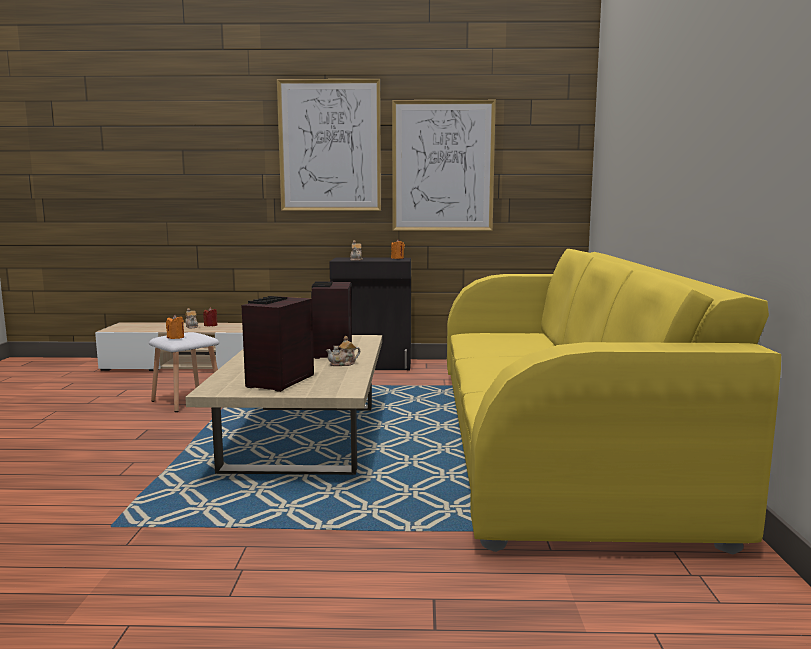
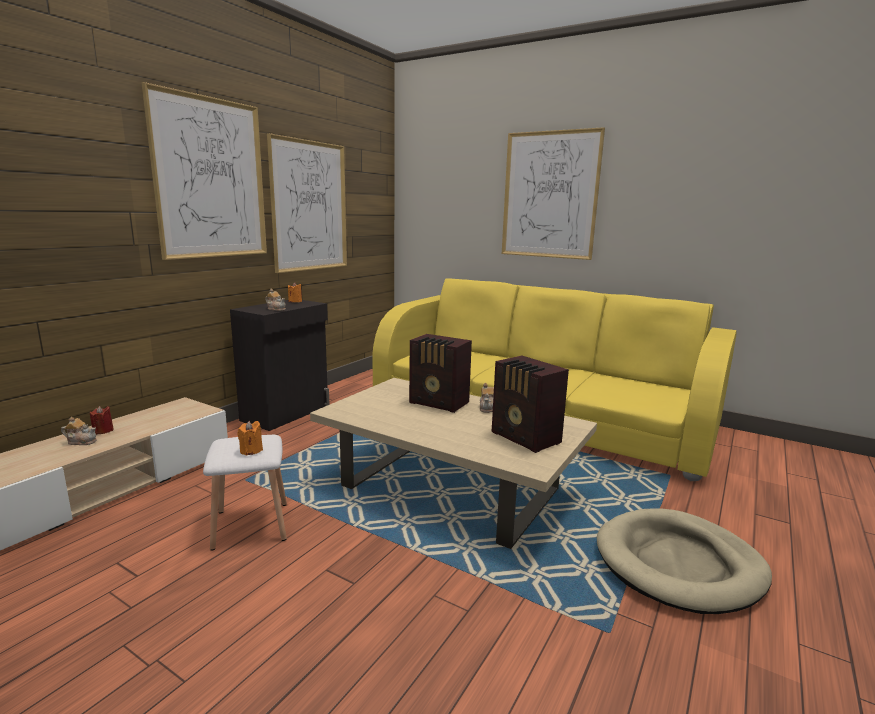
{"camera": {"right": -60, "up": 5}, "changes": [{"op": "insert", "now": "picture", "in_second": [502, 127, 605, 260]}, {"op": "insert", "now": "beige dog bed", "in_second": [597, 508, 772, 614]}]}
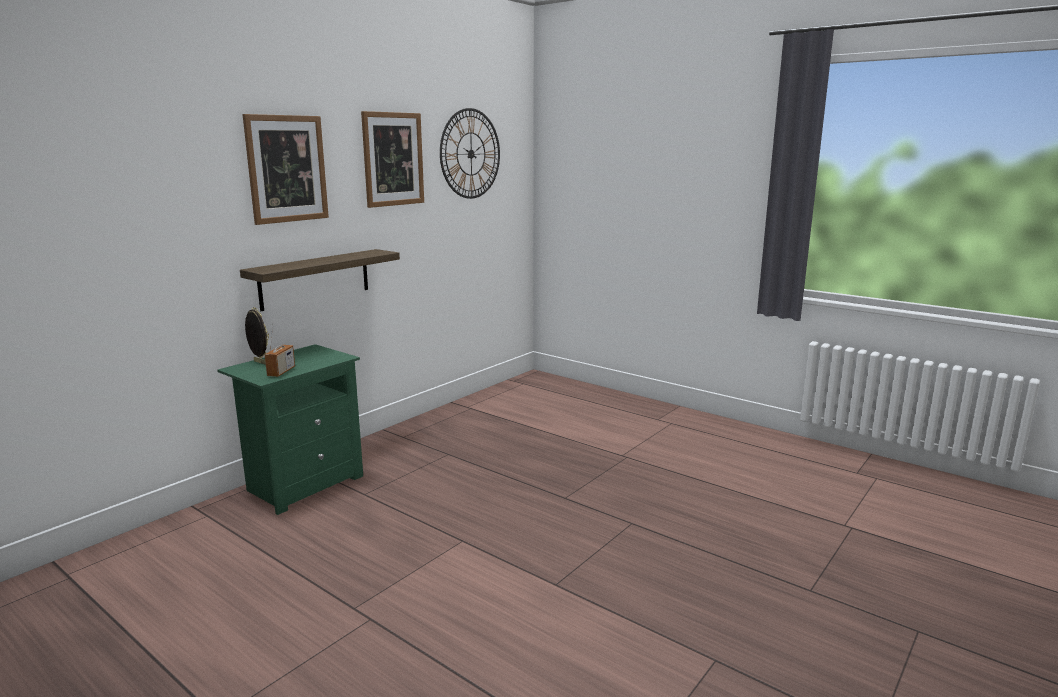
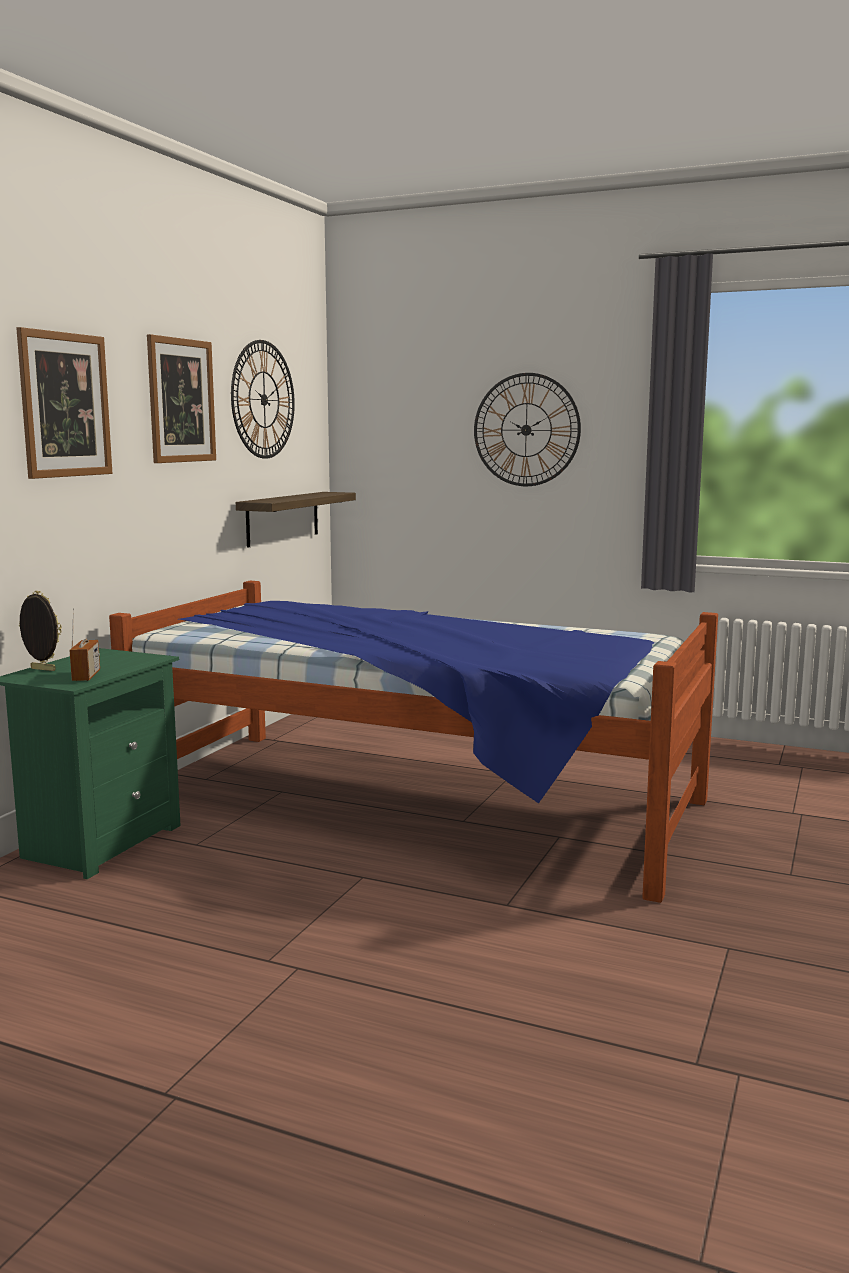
{"camera": {"right": -15, "up": -5}, "changes": [{"op": "insert", "now": "bed", "in_second": [109, 581, 718, 903]}, {"op": "insert", "now": "wall clock", "in_second": [474, 373, 581, 486]}, {"op": "move", "was": "shelf", "in_first": [240, 249, 400, 311], "in_second": [236, 492, 356, 548]}]}
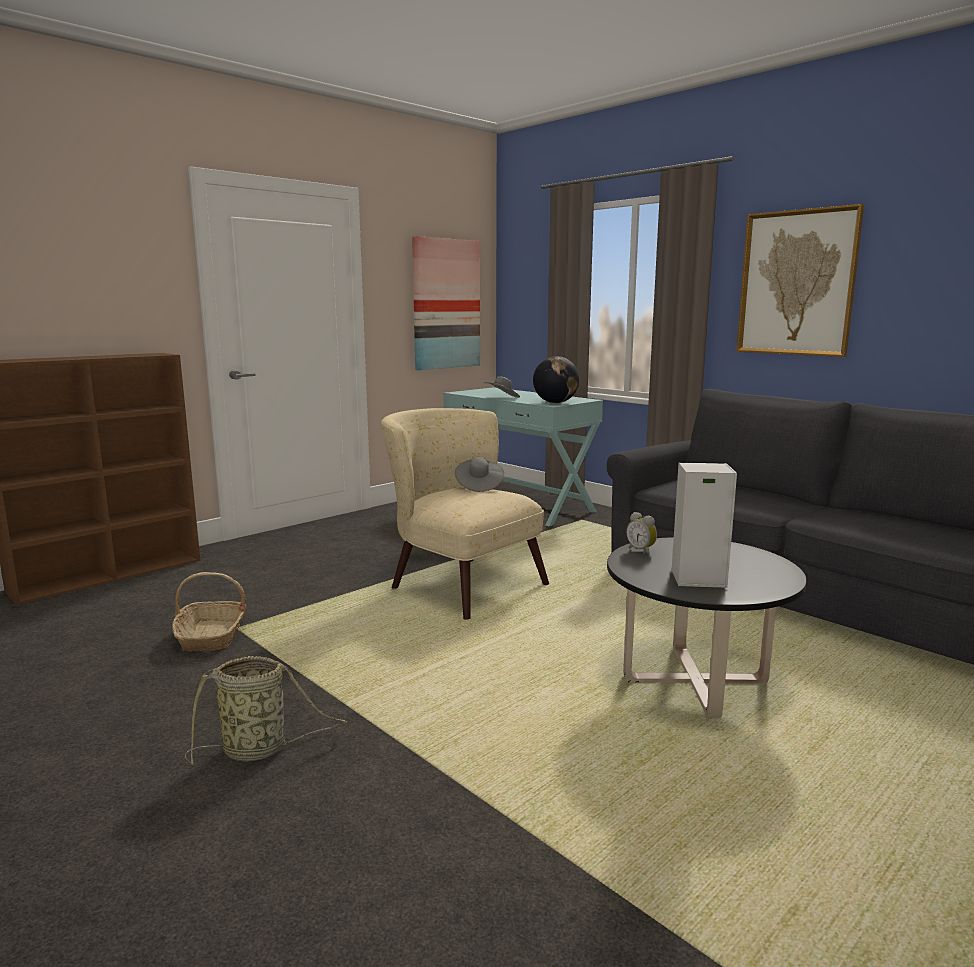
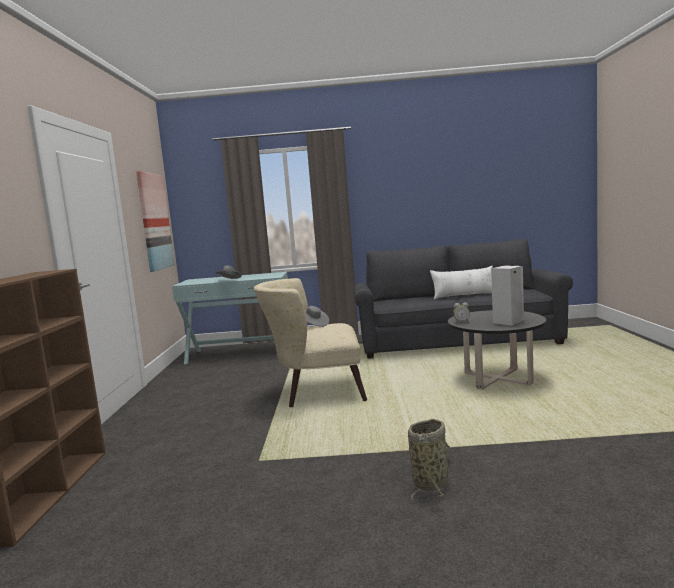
{"camera": {"right": -45, "up": -5}, "changes": [{"op": "delete", "was": "basket", "in_first": [172, 572, 246, 651]}, {"op": "delete", "was": "globe", "in_first": [533, 356, 579, 403]}, {"op": "delete", "was": "picture", "in_first": [736, 204, 864, 357]}, {"op": "insert", "now": "white pillow", "in_second": [430, 266, 493, 299]}]}
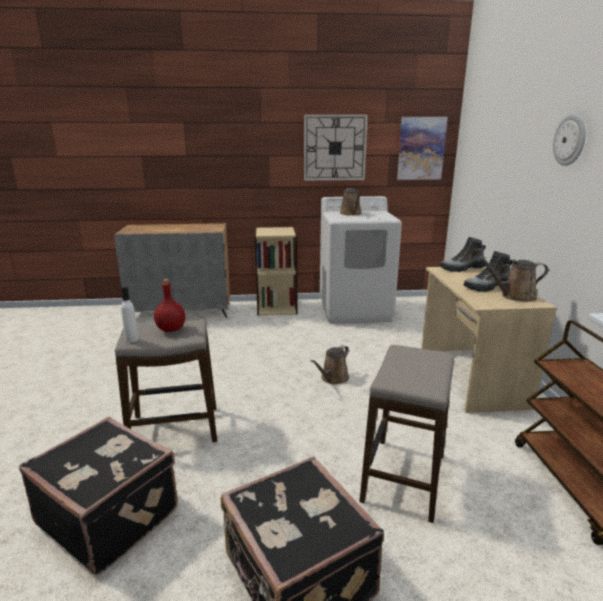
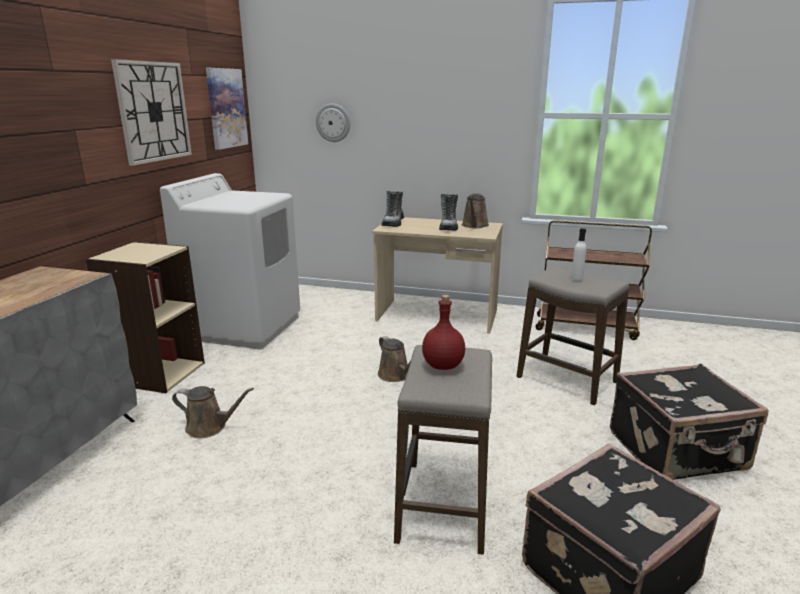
{"camera": {"right": -70, "up": 0}, "changes": [{"op": "move", "was": "white bottle", "in_first": [121, 286, 139, 343], "in_second": [571, 228, 586, 281]}, {"op": "move", "was": "brown watering can", "in_first": [340, 188, 363, 215], "in_second": [172, 386, 254, 438]}, {"op": "move", "was": "wall clock", "in_first": [553, 114, 586, 166], "in_second": [316, 104, 350, 142]}]}
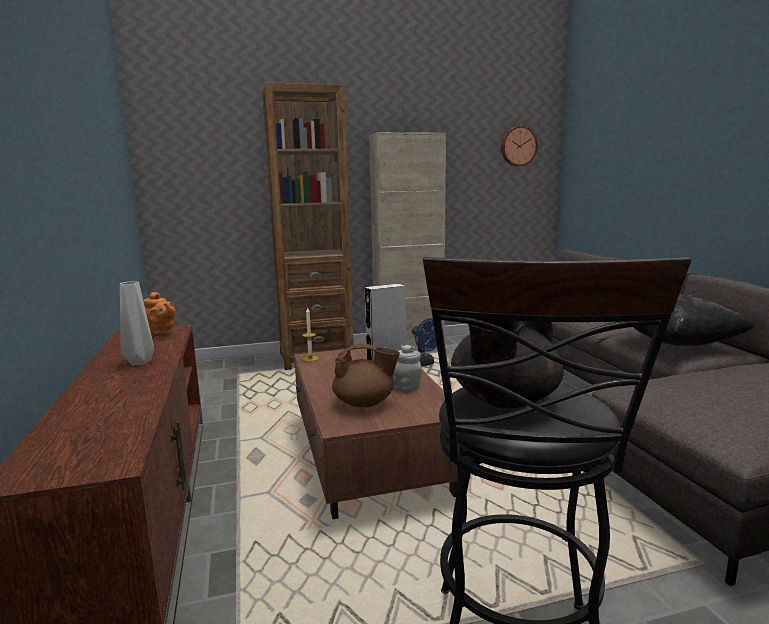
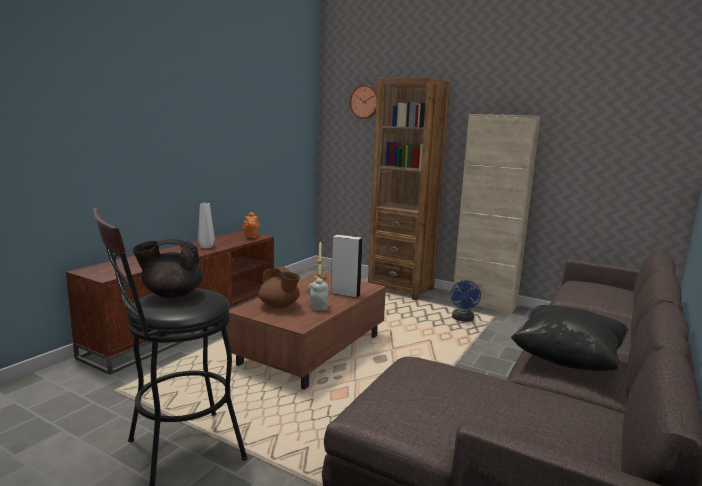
{"camera": {"right": 45, "up": 0}, "changes": [{"op": "move", "was": "wall clock", "in_first": [501, 126, 538, 166], "in_second": [350, 85, 377, 119]}]}
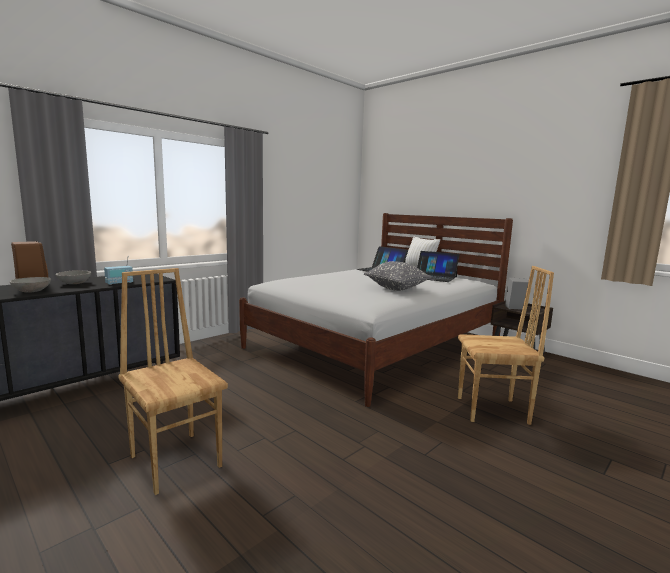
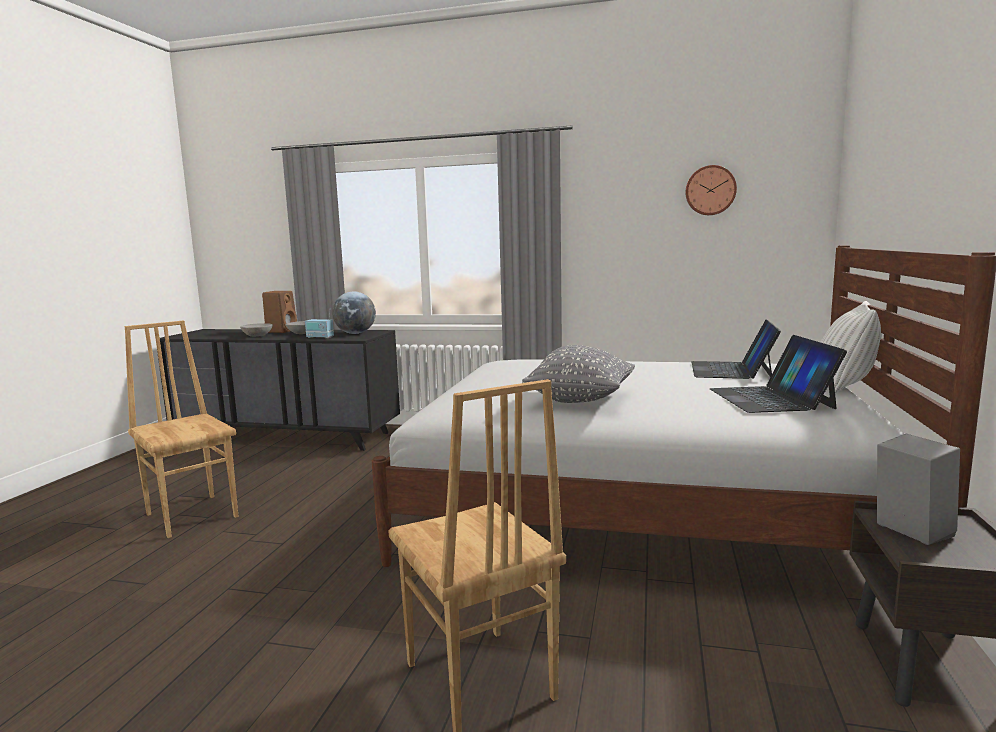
{"camera": {"right": 60, "up": 0}, "changes": [{"op": "insert", "now": "globe", "in_second": [332, 291, 376, 334]}, {"op": "insert", "now": "wall clock", "in_second": [685, 165, 737, 215]}, {"op": "rotate", "was": "brown chair", "in_first": [118, 268, 228, 495], "in_second": [125, 320, 239, 538], "clockwise": -60}]}
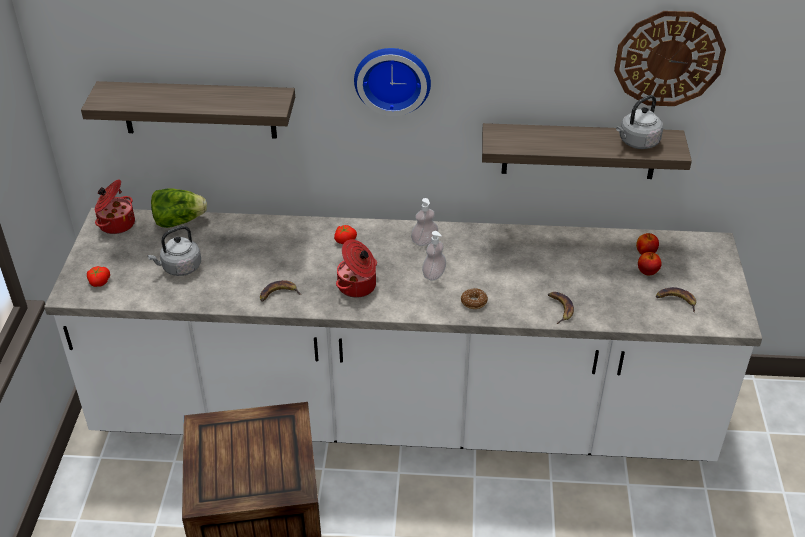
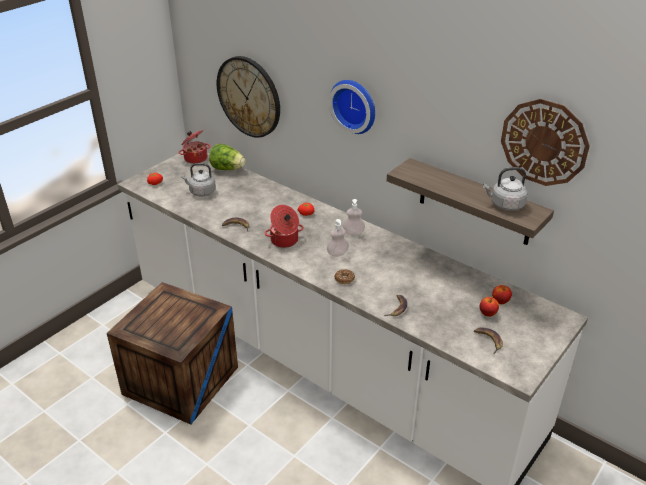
{"camera": {"right": 35, "up": -5}, "changes": [{"op": "replace", "was": "shelf", "now": "wall clock", "in_first": [81, 81, 295, 139], "in_second": [217, 56, 280, 138]}]}
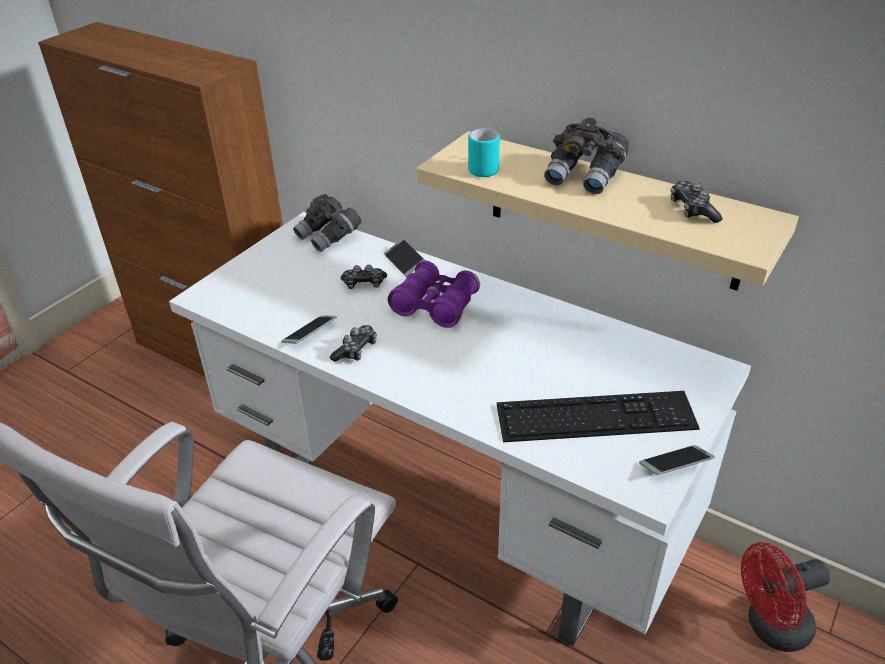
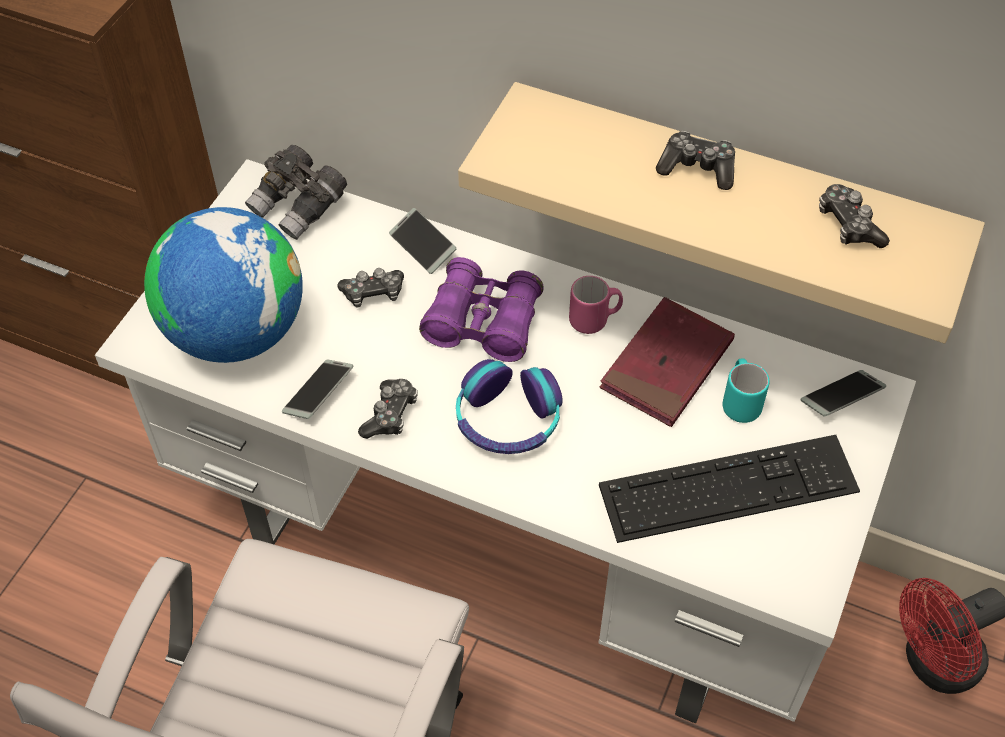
{"camera": {"right": -10, "up": 15}, "changes": [{"op": "insert", "now": "globe", "in_second": [144, 207, 303, 363]}, {"op": "insert", "now": "headphones", "in_second": [456, 359, 563, 454]}, {"op": "insert", "now": "pink mug", "in_second": [569, 276, 623, 334]}, {"op": "insert", "now": "red book", "in_second": [600, 297, 735, 427]}, {"op": "move", "was": "turquoise mug", "in_first": [468, 128, 500, 177], "in_second": [723, 358, 769, 423]}, {"op": "move", "was": "phone", "in_first": [639, 445, 715, 475], "in_second": [801, 370, 886, 416]}, {"op": "replace", "was": "grey binoculars", "now": "game controller", "in_first": [544, 118, 629, 194], "in_second": [656, 131, 735, 190]}]}
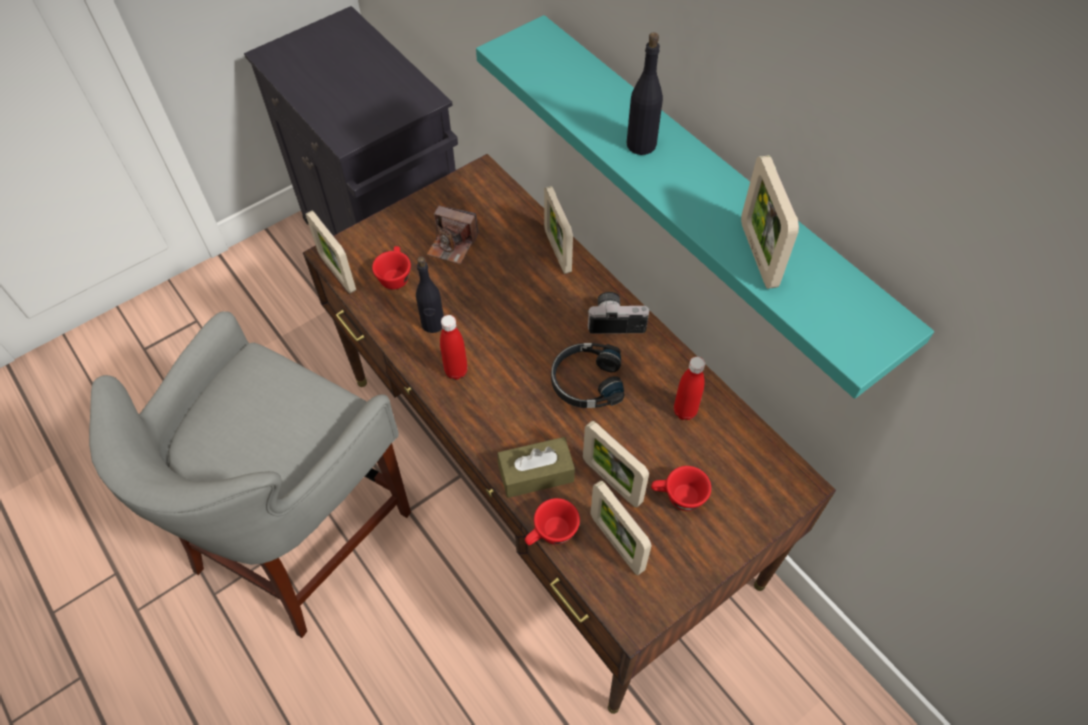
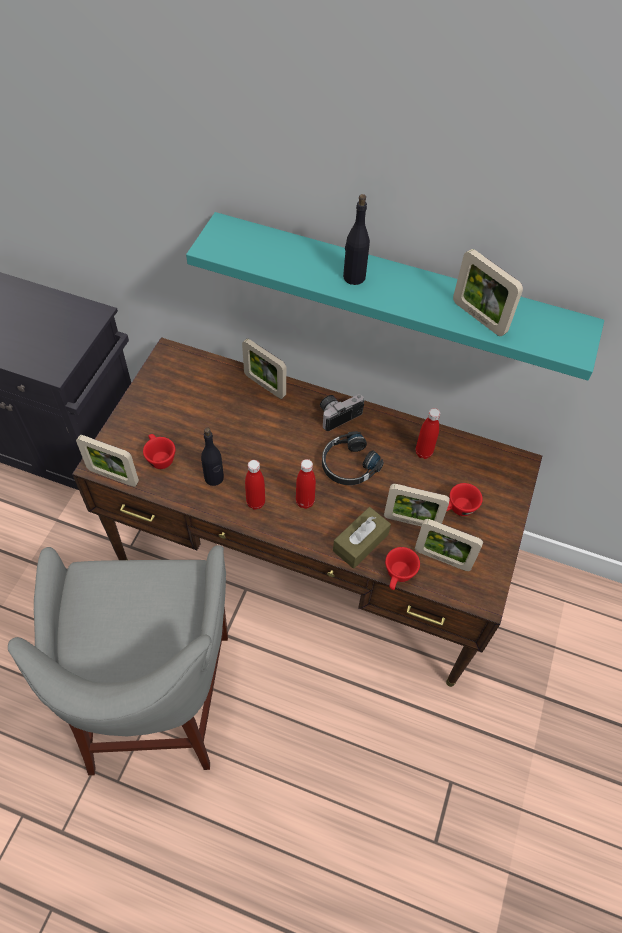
{"camera": {"right": -35, "up": 0}, "changes": [{"op": "delete", "was": "photo camera", "in_first": [427, 205, 479, 264]}, {"op": "insert", "now": "red bottle", "in_second": [296, 459, 316, 509]}]}
